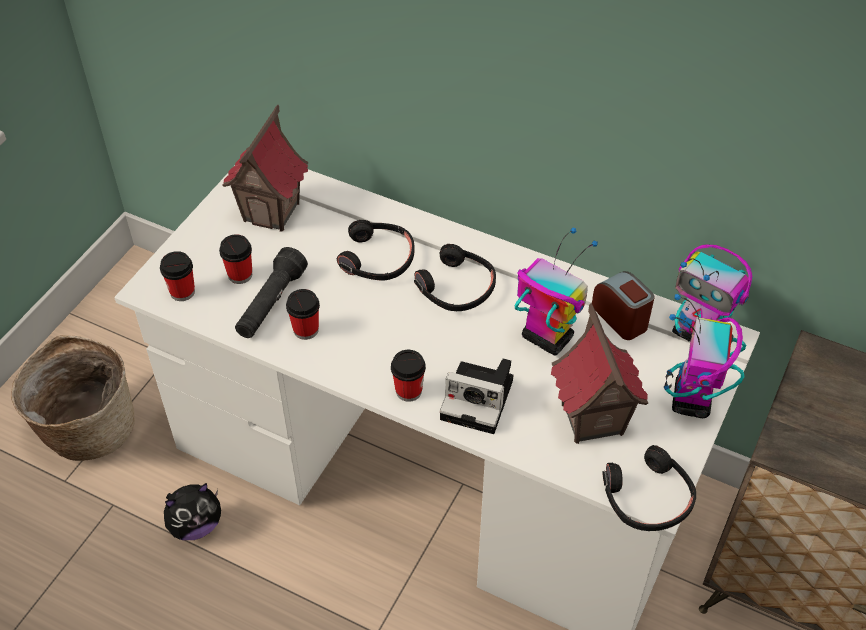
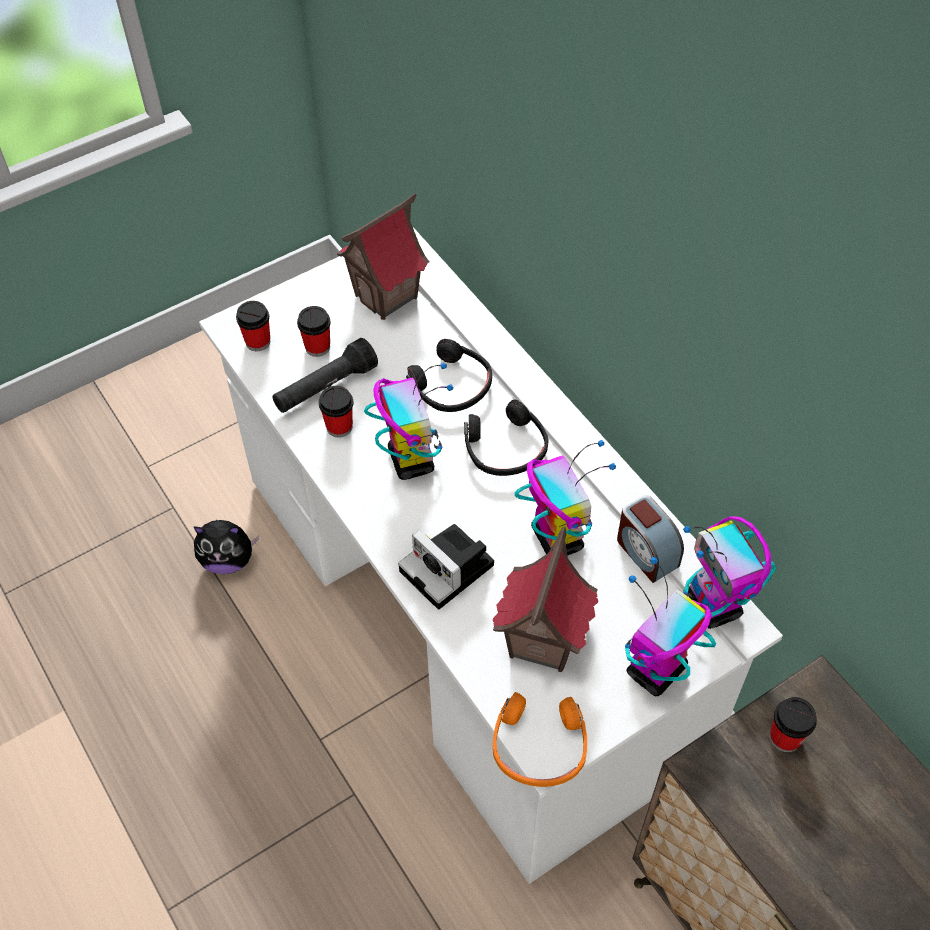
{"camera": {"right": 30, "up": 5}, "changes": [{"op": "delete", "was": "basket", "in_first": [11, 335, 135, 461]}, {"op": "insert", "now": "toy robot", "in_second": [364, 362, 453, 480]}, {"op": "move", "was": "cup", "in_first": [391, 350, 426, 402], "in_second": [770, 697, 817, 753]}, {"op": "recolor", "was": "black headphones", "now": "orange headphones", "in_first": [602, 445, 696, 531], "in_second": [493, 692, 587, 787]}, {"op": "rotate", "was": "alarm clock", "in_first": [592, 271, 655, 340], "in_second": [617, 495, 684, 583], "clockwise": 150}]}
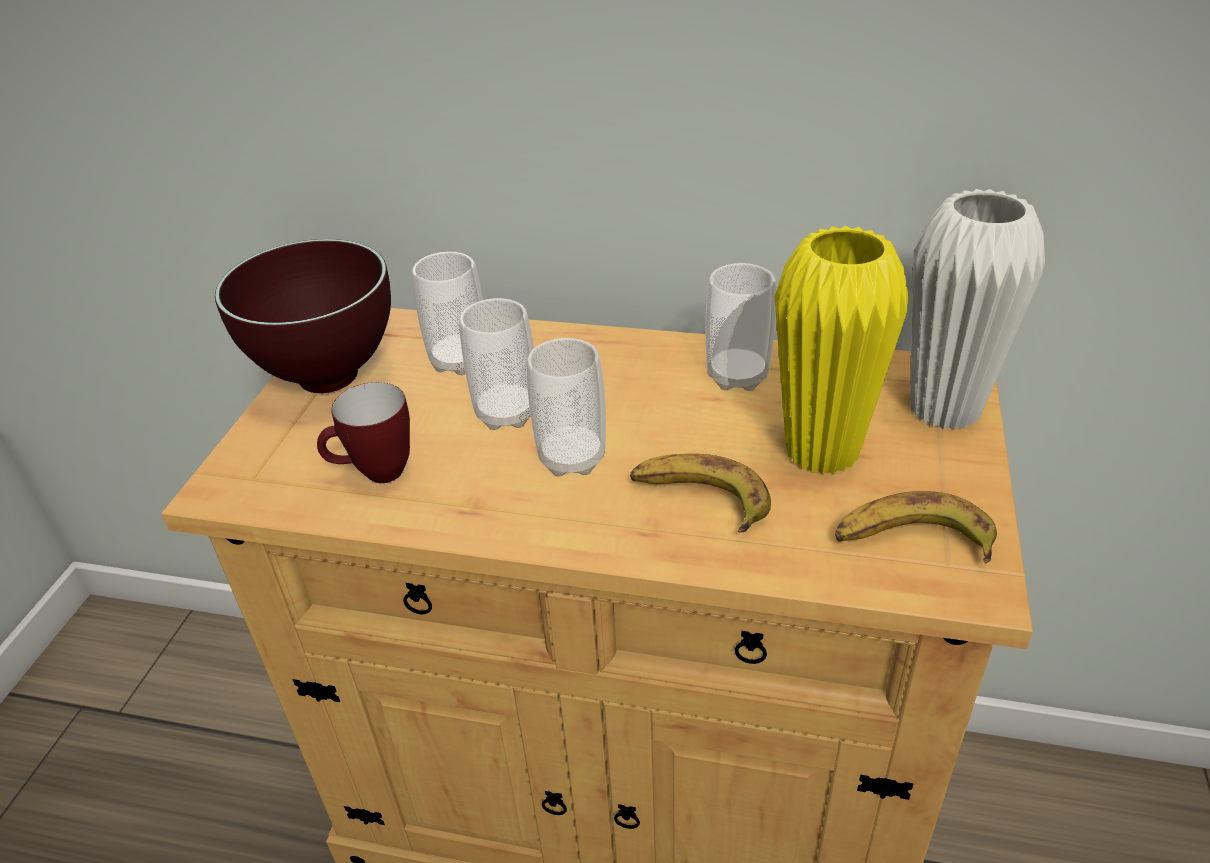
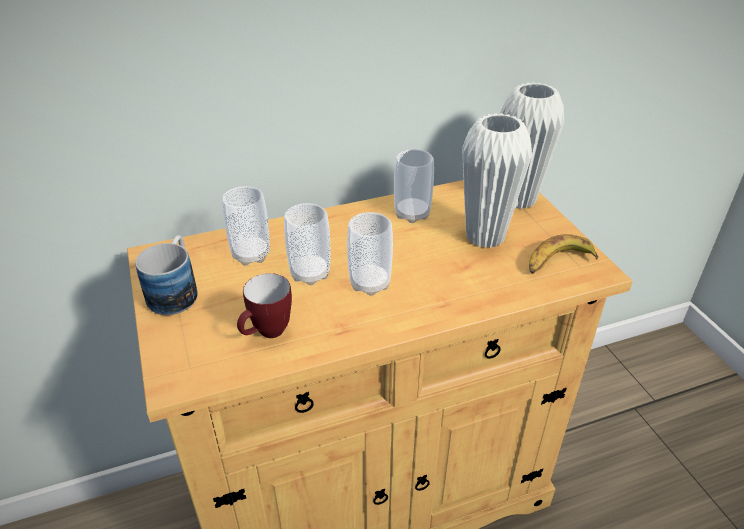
{"camera": {"right": -35, "up": 0}, "changes": [{"op": "delete", "was": "banana", "in_first": [630, 454, 771, 533]}, {"op": "replace", "was": "brown bowl", "now": "mug", "in_first": [215, 239, 391, 393], "in_second": [135, 235, 198, 315]}, {"op": "recolor", "was": "yellow vase", "now": "white vase", "in_first": [774, 226, 909, 475], "in_second": [462, 113, 532, 248]}]}
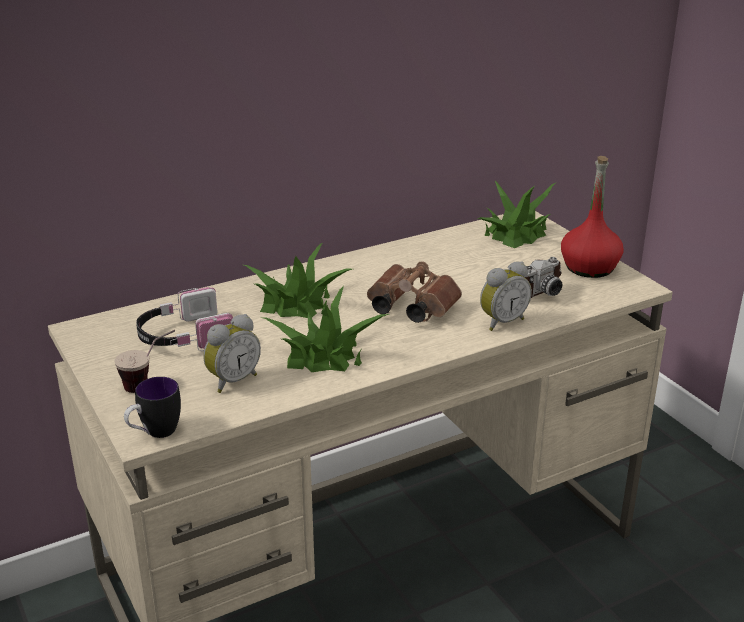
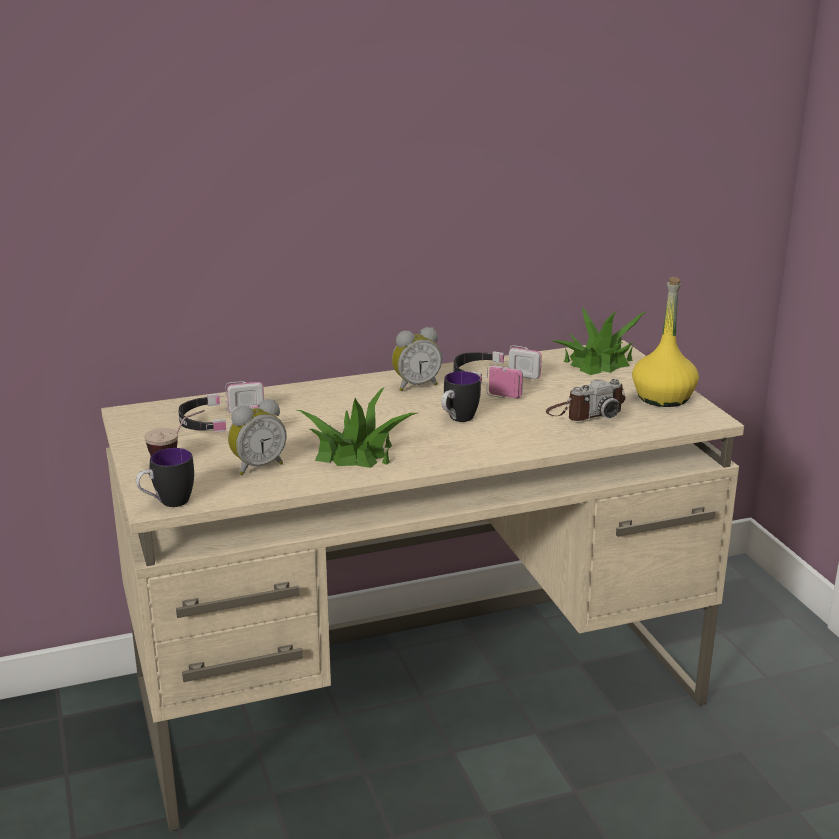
{"camera": {"right": 10, "up": -5}, "changes": [{"op": "delete", "was": "potted plant", "in_first": [244, 242, 352, 318]}, {"op": "insert", "now": "headphones", "in_second": [454, 345, 542, 398]}, {"op": "move", "was": "alarm clock", "in_first": [480, 261, 532, 331], "in_second": [392, 327, 442, 391]}, {"op": "replace", "was": "brown binoculars", "now": "mug", "in_first": [367, 261, 462, 323], "in_second": [441, 371, 481, 422]}, {"op": "recolor", "was": "red bottle", "now": "yellow bottle", "in_first": [561, 156, 624, 278], "in_second": [632, 277, 699, 407]}]}
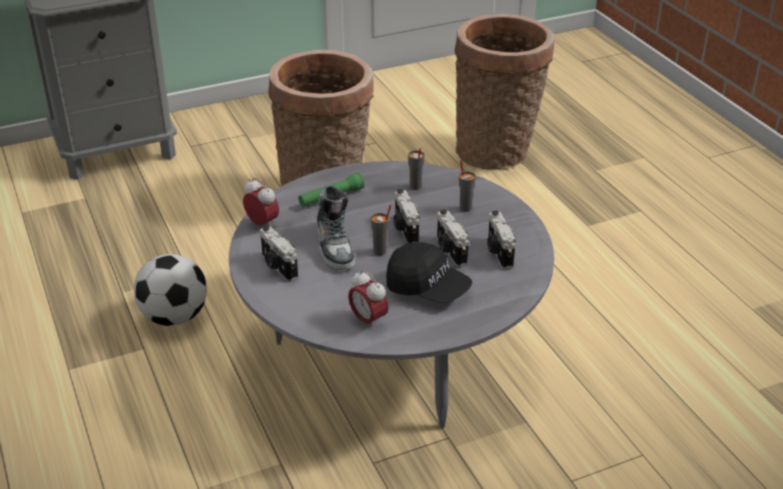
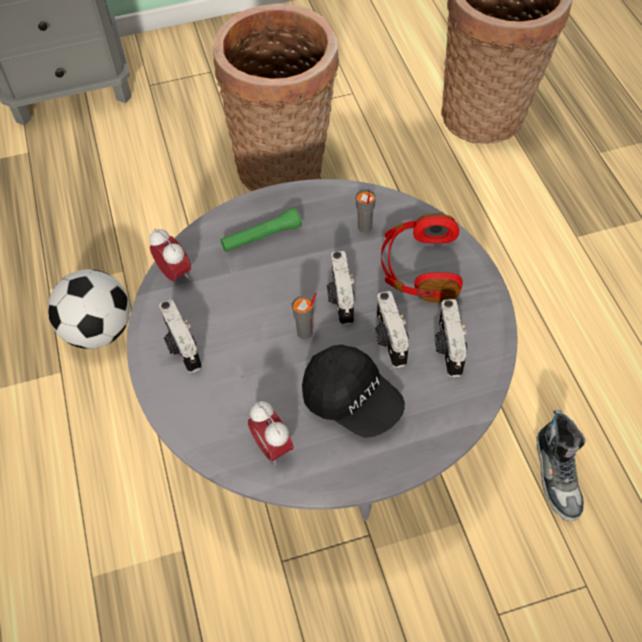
{"camera": {"right": 10, "up": 20}, "changes": [{"op": "move", "was": "shoe", "in_first": [317, 186, 355, 270], "in_second": [537, 410, 586, 521]}, {"op": "replace", "was": "grey cup", "now": "red headphones", "in_first": [459, 160, 476, 212], "in_second": [381, 213, 463, 303]}]}
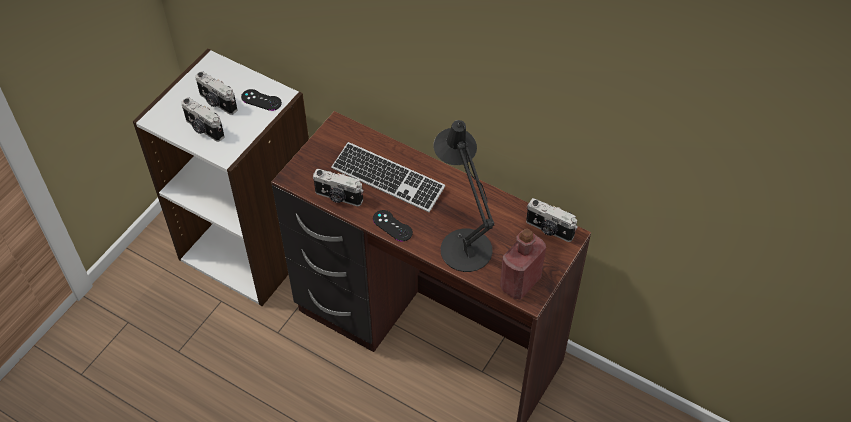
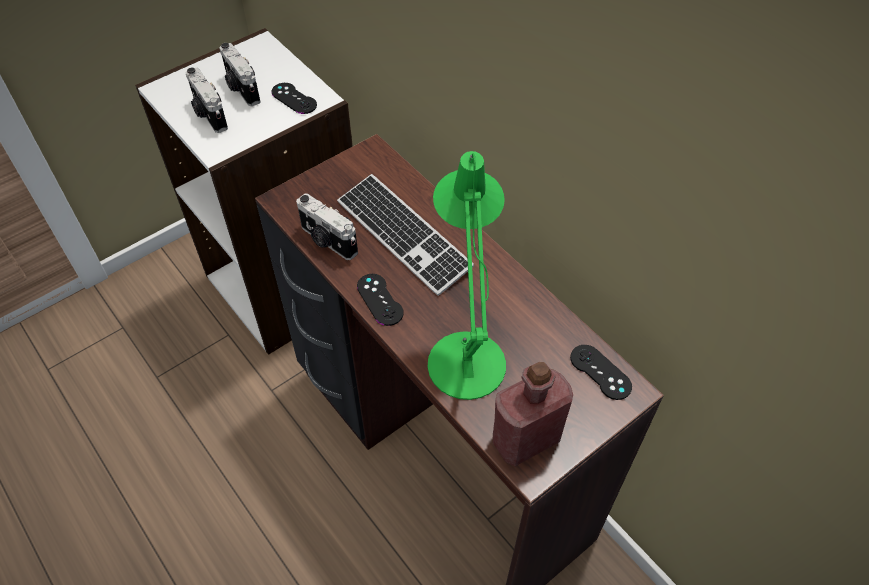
{"camera": {"right": 20, "up": 0}, "changes": [{"op": "replace", "was": "photo camera", "now": "black game controller", "in_first": [526, 198, 578, 242], "in_second": [570, 345, 632, 400]}, {"op": "recolor", "was": "black table lamp", "now": "green table lamp", "in_first": [434, 120, 495, 272], "in_second": [428, 151, 506, 400]}]}
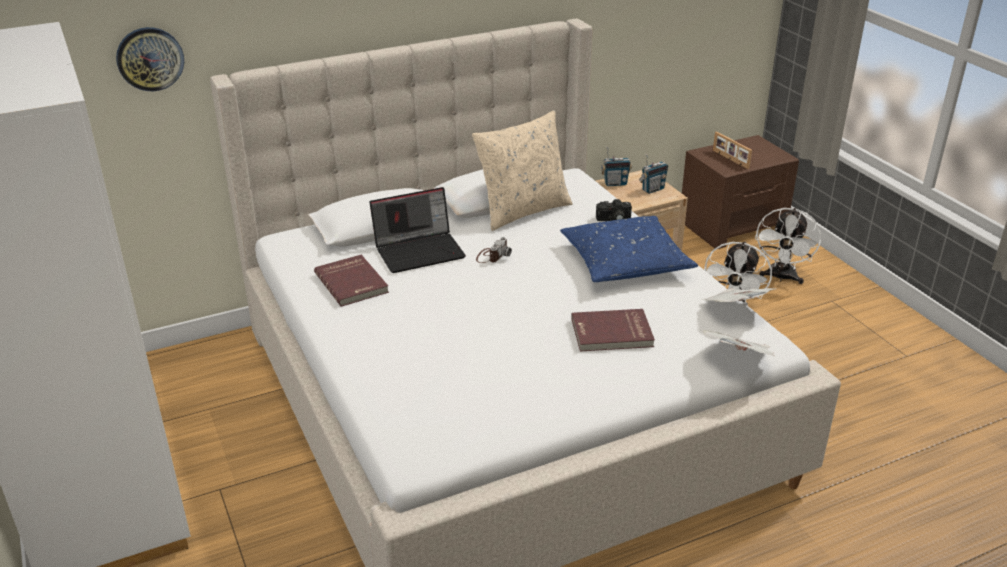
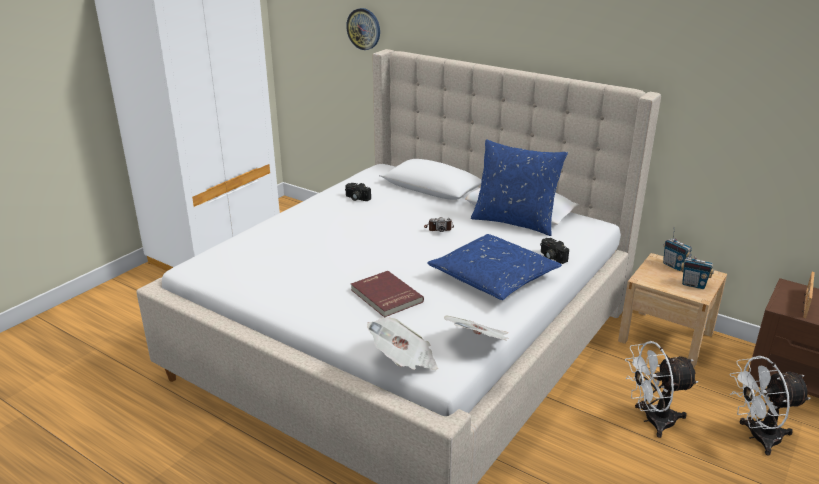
{"camera": {"right": 60, "up": -5}, "changes": [{"op": "delete", "was": "laptop", "in_first": [369, 187, 466, 273]}, {"op": "replace", "was": "red book", "now": "photo camera", "in_first": [314, 255, 389, 307], "in_second": [345, 183, 371, 201]}, {"op": "recolor", "was": "beige pillow", "now": "blue pillow", "in_first": [472, 110, 573, 231], "in_second": [471, 140, 568, 236]}]}
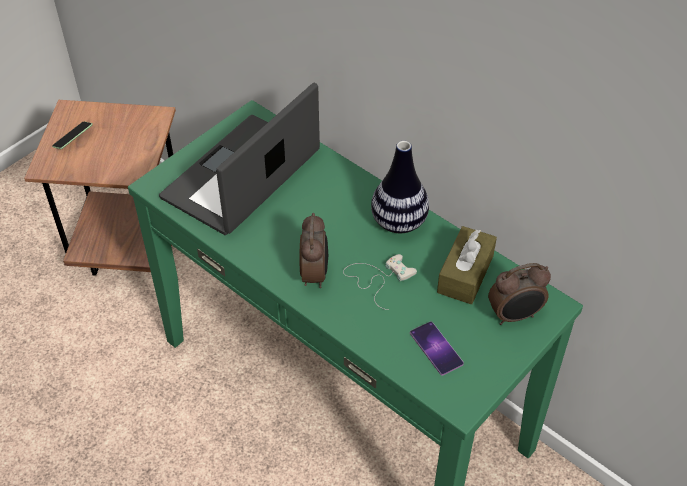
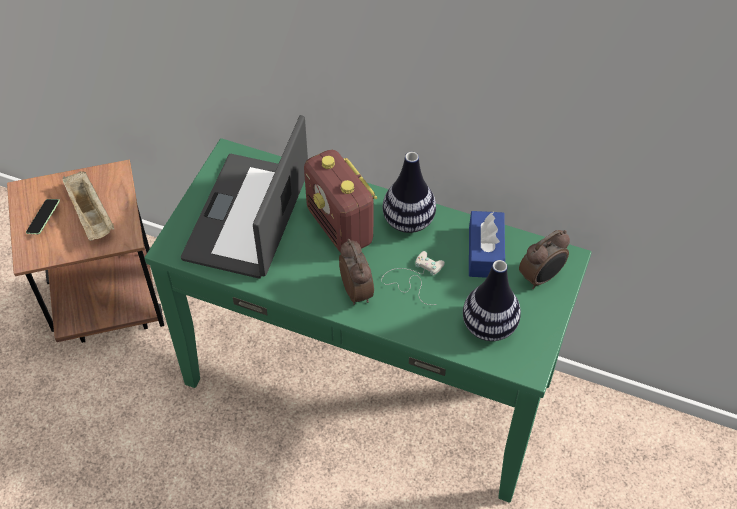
{"camera": {"right": -20, "up": 5}, "changes": [{"op": "insert", "now": "beige tray", "in_second": [62, 171, 114, 241]}, {"op": "insert", "now": "radio", "in_second": [304, 150, 378, 253]}, {"op": "replace", "was": "phone", "now": "vase", "in_first": [410, 321, 464, 376], "in_second": [463, 260, 521, 341]}, {"op": "recolor", "was": "brown tissue box", "now": "blue tissue box", "in_first": [437, 226, 497, 304], "in_second": [469, 211, 505, 278]}]}
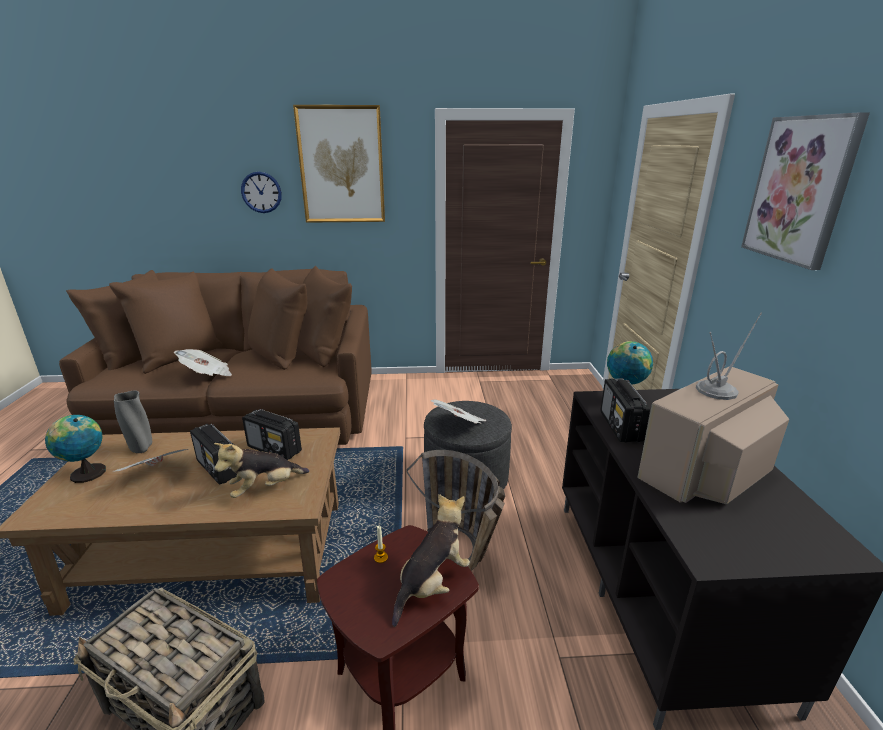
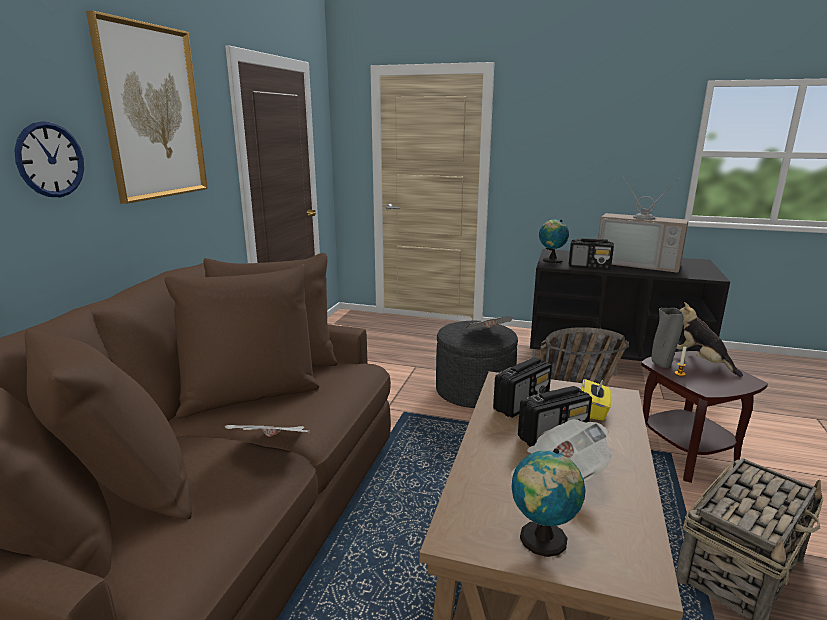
{"camera": {"right": -70, "up": -5}, "changes": [{"op": "delete", "was": "picture", "in_first": [741, 112, 870, 270]}, {"op": "move", "was": "grey vase", "in_first": [114, 391, 152, 453], "in_second": [651, 308, 683, 368]}, {"op": "replace", "was": "plush toy", "now": "yellow tissue box", "in_first": [214, 443, 309, 498], "in_second": [581, 379, 612, 420]}, {"op": "rotate", "was": "television", "in_first": [637, 313, 789, 504], "in_second": [598, 176, 689, 272], "clockwise": -45}]}
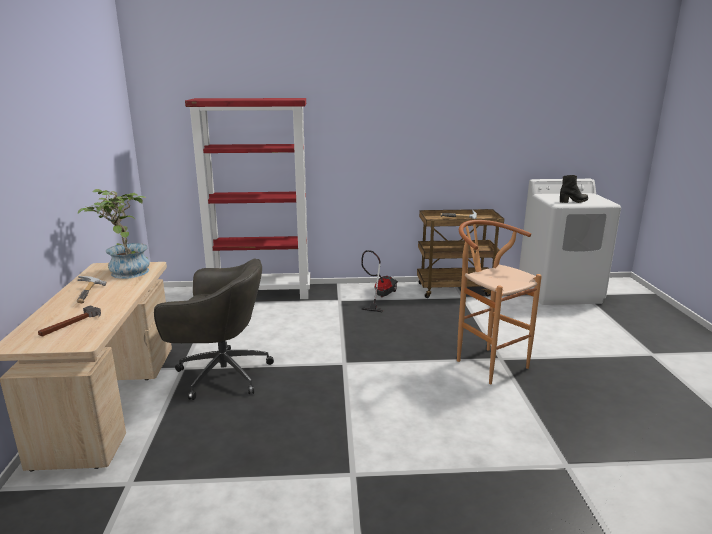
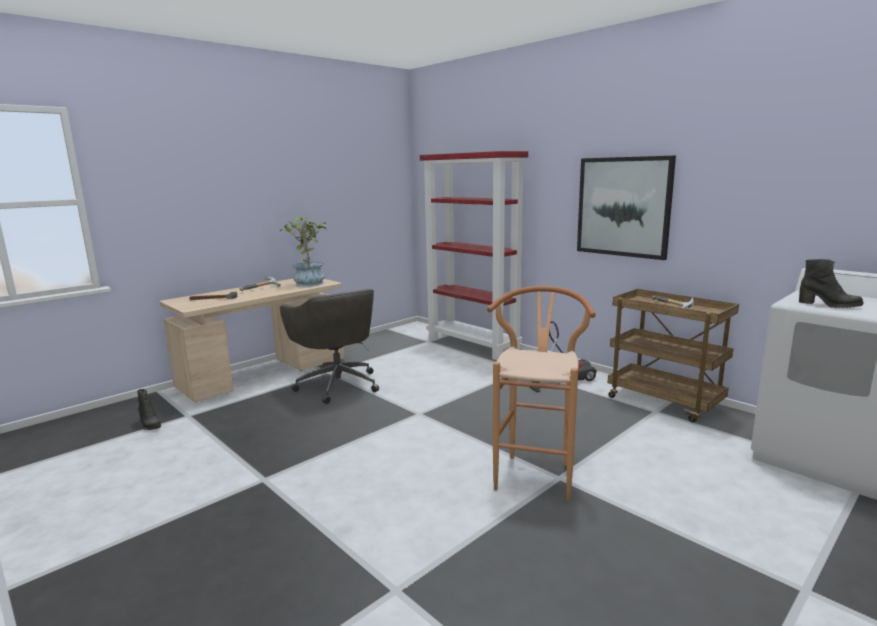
{"camera": {"right": 50, "up": -5}, "changes": [{"op": "insert", "now": "black boot", "in_second": [137, 389, 161, 430]}, {"op": "insert", "now": "picture", "in_second": [577, 156, 676, 260]}]}
